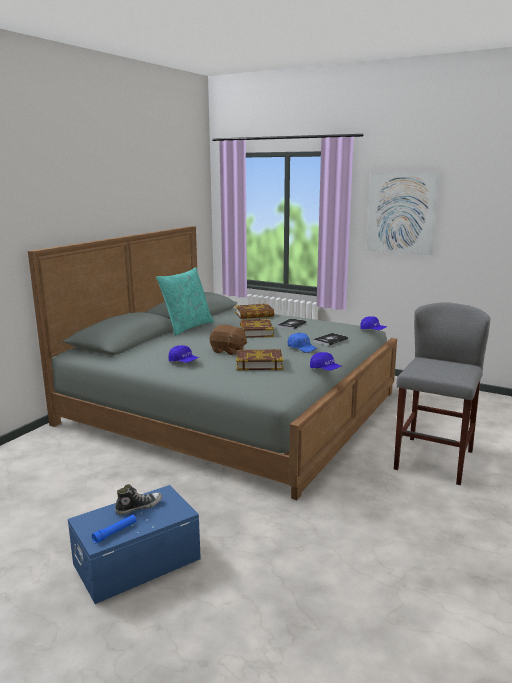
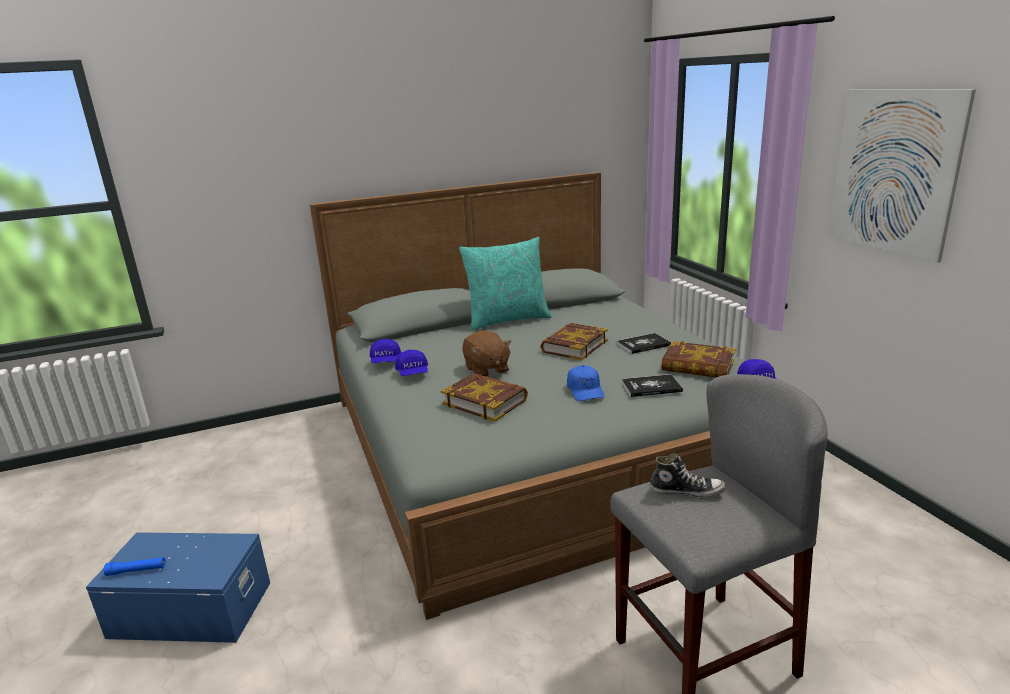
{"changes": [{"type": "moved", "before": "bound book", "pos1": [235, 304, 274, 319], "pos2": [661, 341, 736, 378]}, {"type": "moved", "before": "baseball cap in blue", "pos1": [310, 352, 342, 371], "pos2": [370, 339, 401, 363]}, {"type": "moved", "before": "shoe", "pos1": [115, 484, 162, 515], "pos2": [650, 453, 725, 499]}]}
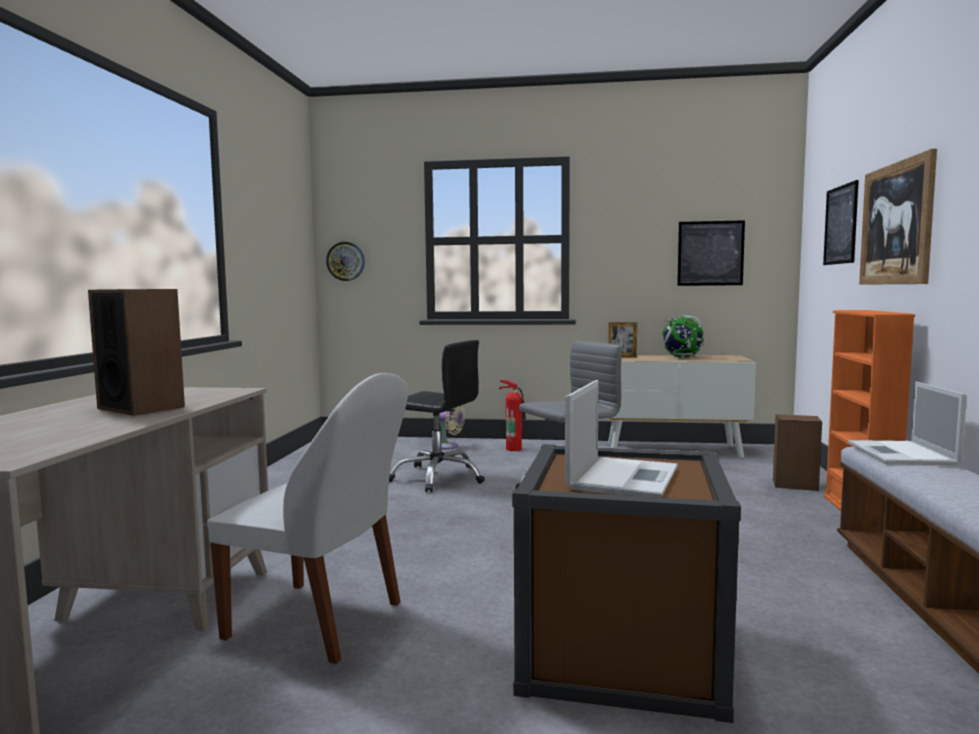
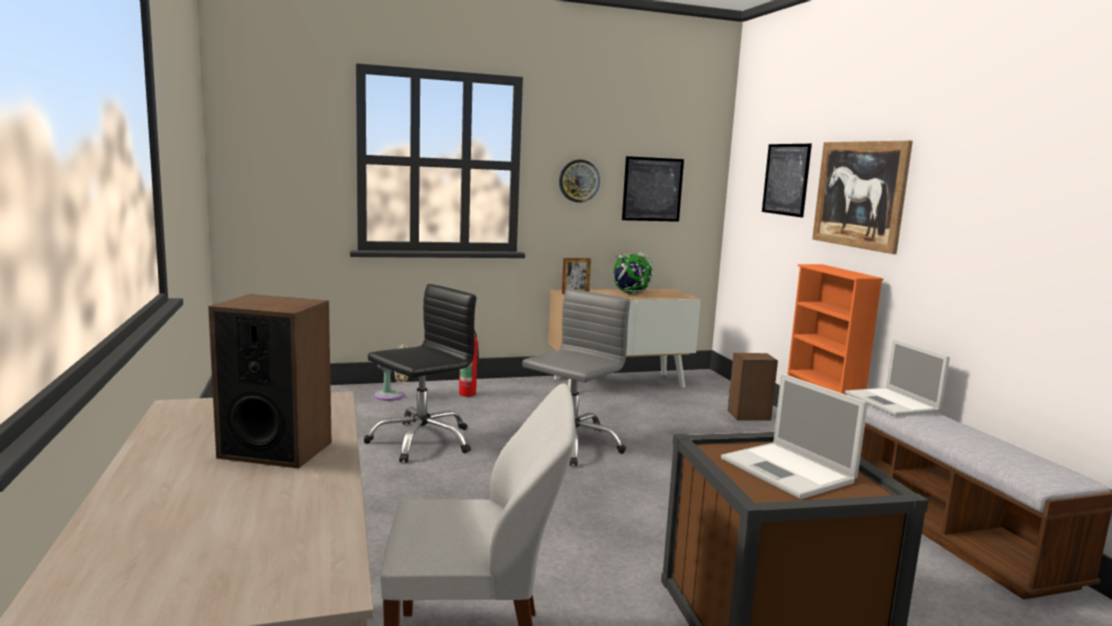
{"changes": [{"type": "moved", "before": "wall clock", "pos1": [326, 242, 365, 281], "pos2": [559, 159, 600, 203]}, {"type": "turned", "before": "computer chair in black-coloured", "pos1": [389, 340, 485, 492], "pos2": [364, 284, 477, 463], "turn": -45}, {"type": "turned", "before": "portable computer", "pos1": [565, 380, 678, 498], "pos2": [721, 374, 868, 499], "turn": 150}]}
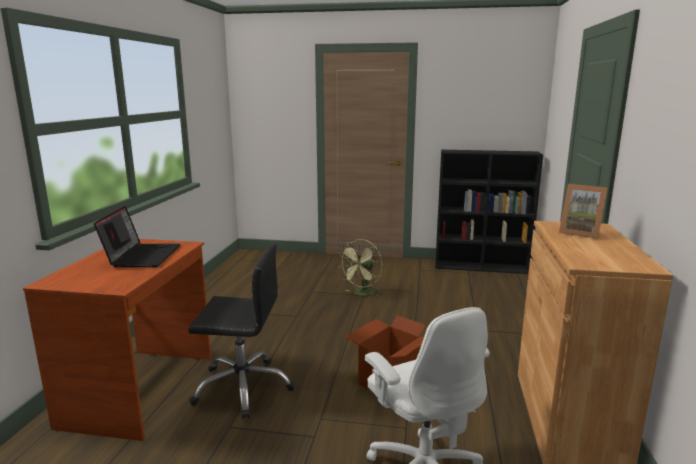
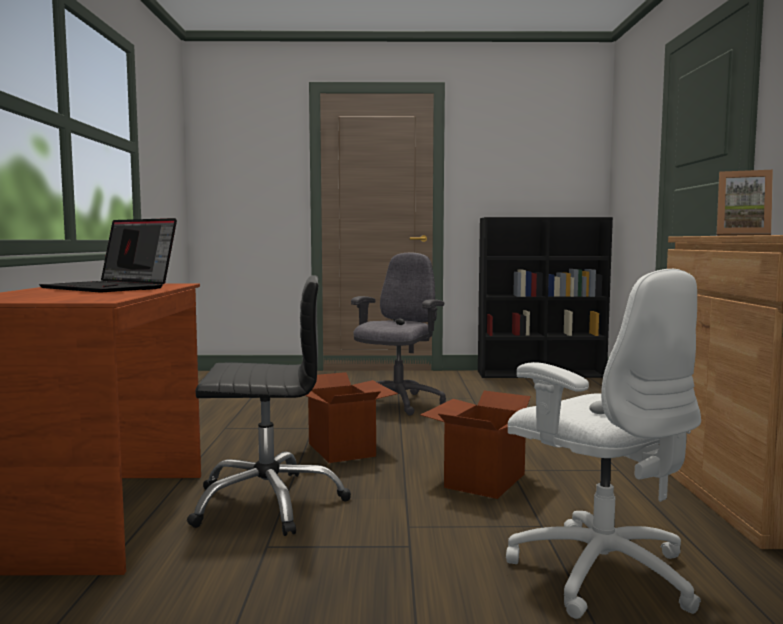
{"changes": [{"type": "turned", "before": "portable computer", "pos1": [94, 206, 180, 267], "pos2": [39, 218, 177, 292], "turn": 135}, {"type": "replaced", "before": "cooling fan in green", "after": "computer chair in grey", "pos1": [338, 239, 383, 298], "pos2": [351, 253, 446, 416]}, {"type": "added", "after": "cardboard box", "pos2": [305, 372, 398, 463]}]}
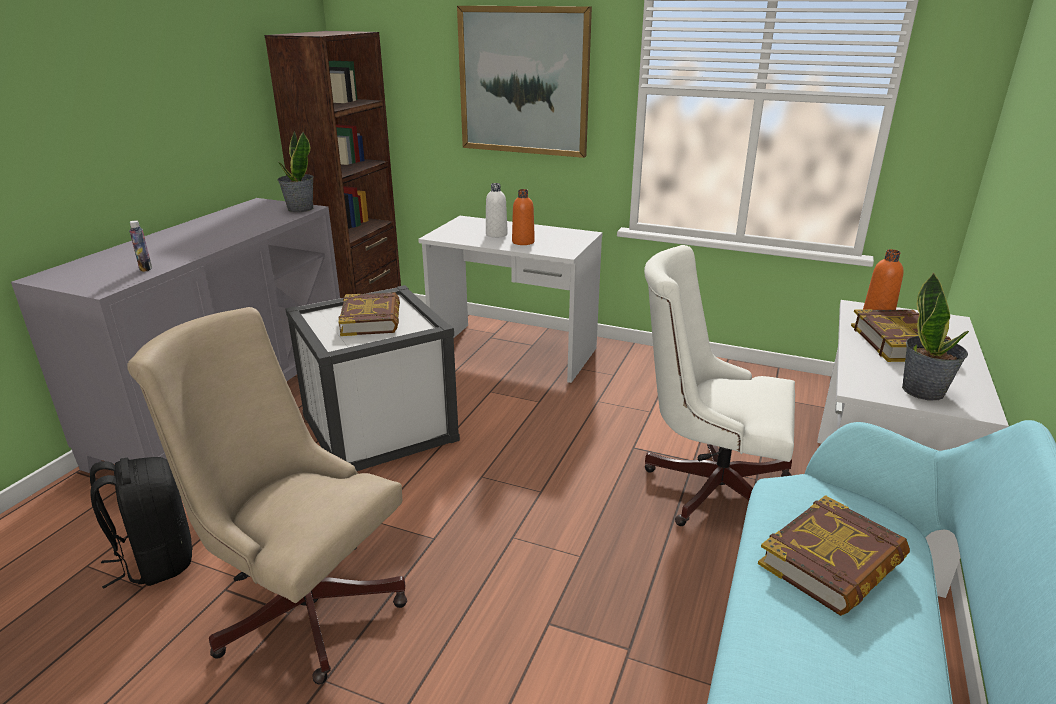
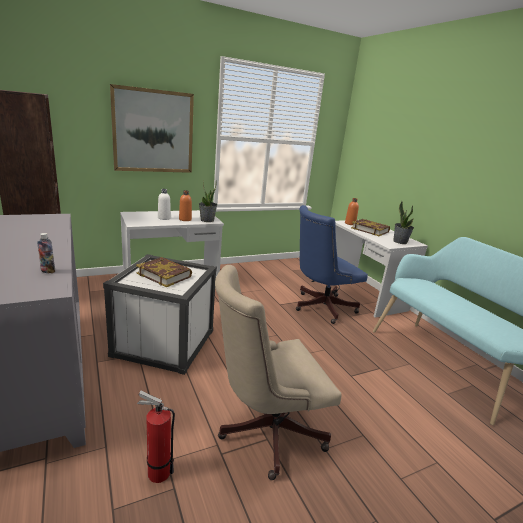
{"changes": [{"type": "moved", "before": "potted plant", "pos1": [277, 131, 314, 212], "pos2": [199, 180, 217, 222]}, {"type": "recoloured", "before": "computer chair in whitish", "after": "computer chair in blue", "pos1": [644, 245, 795, 526], "pos2": [296, 205, 368, 324]}, {"type": "replaced", "before": "backpack in black-coloured", "after": "fire-fighting cylinder", "pos1": [90, 457, 193, 589], "pos2": [137, 391, 175, 483]}, {"type": "removed", "before": "bound book", "pos1": [758, 495, 910, 616]}]}
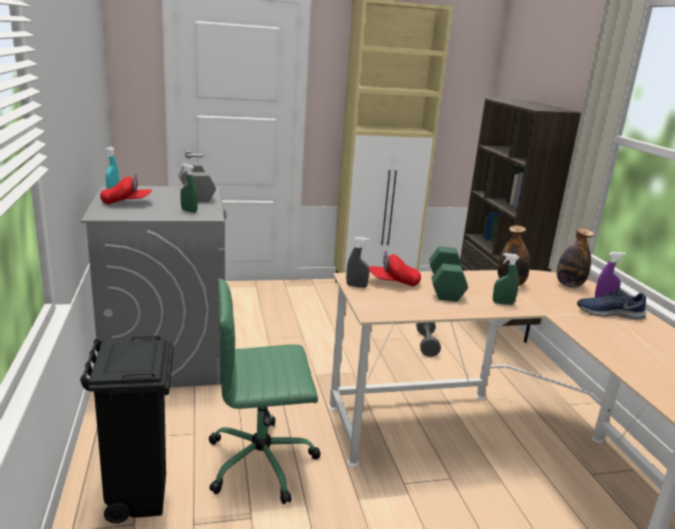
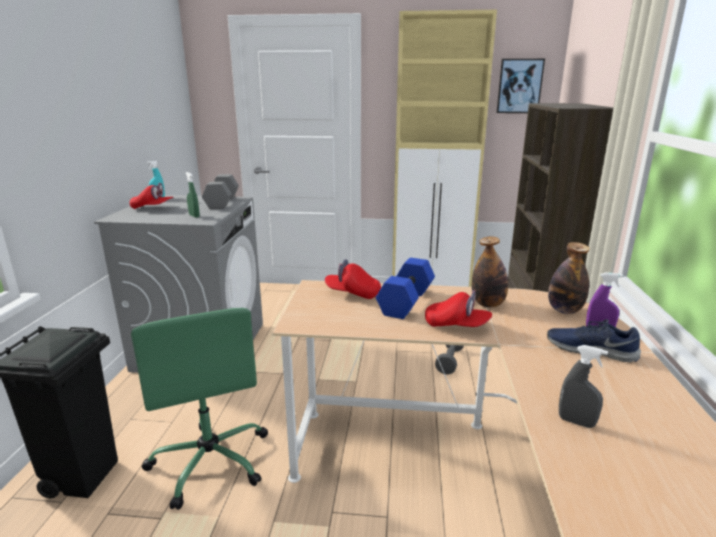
{"changes": [{"type": "moved", "before": "sprayer in grey", "pos1": [346, 237, 370, 288], "pos2": [559, 345, 608, 428]}, {"type": "recoloured", "before": "dumbbell in green", "after": "dumbbell in blue", "pos1": [429, 246, 468, 302], "pos2": [376, 258, 435, 319]}, {"type": "replaced", "before": "sprayer in green", "after": "baseball cap in reddish", "pos1": [493, 253, 520, 305], "pos2": [425, 290, 492, 327]}, {"type": "turned", "before": "computer chair in green", "pos1": [209, 278, 321, 504], "pos2": [131, 308, 268, 510], "turn": -120}, {"type": "added", "after": "wall picture", "pos2": [497, 59, 545, 113]}]}
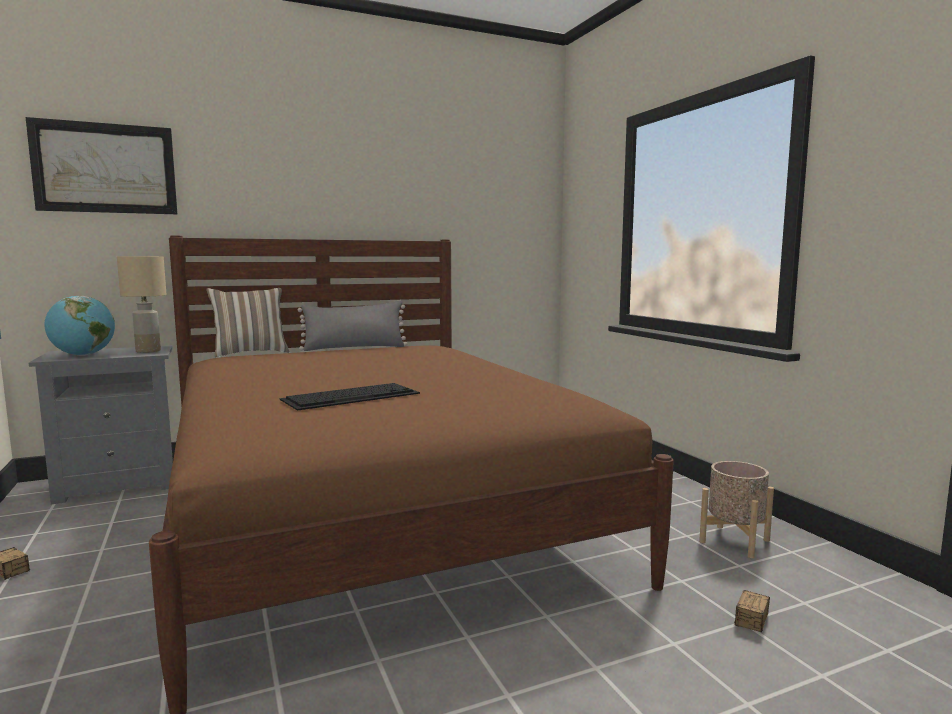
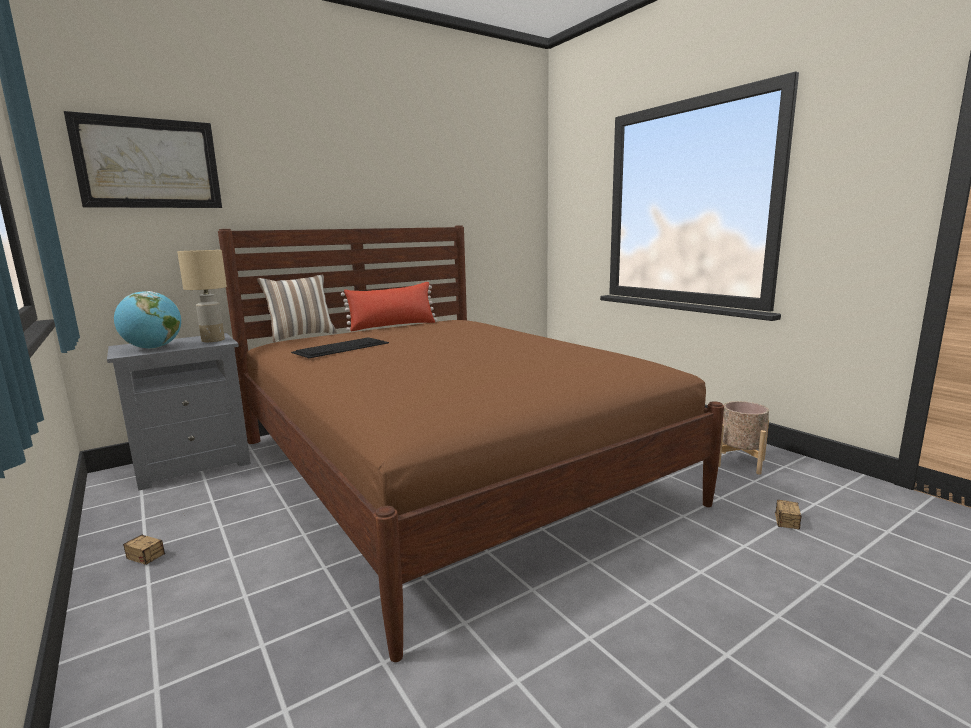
{"changes": [{"type": "recoloured", "before": "pillow in grey", "after": "pillow in reddish", "pos1": [298, 300, 408, 351], "pos2": [341, 282, 437, 331]}, {"type": "moved", "before": "keyboard", "pos1": [280, 383, 420, 411], "pos2": [291, 337, 389, 358]}]}
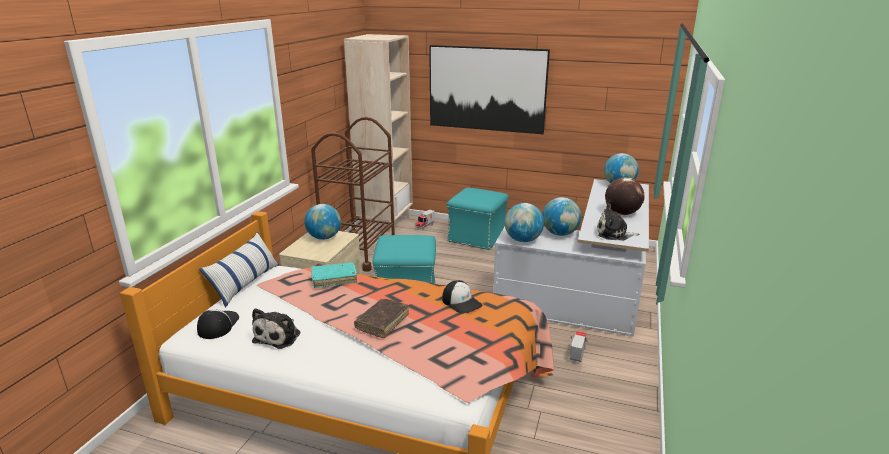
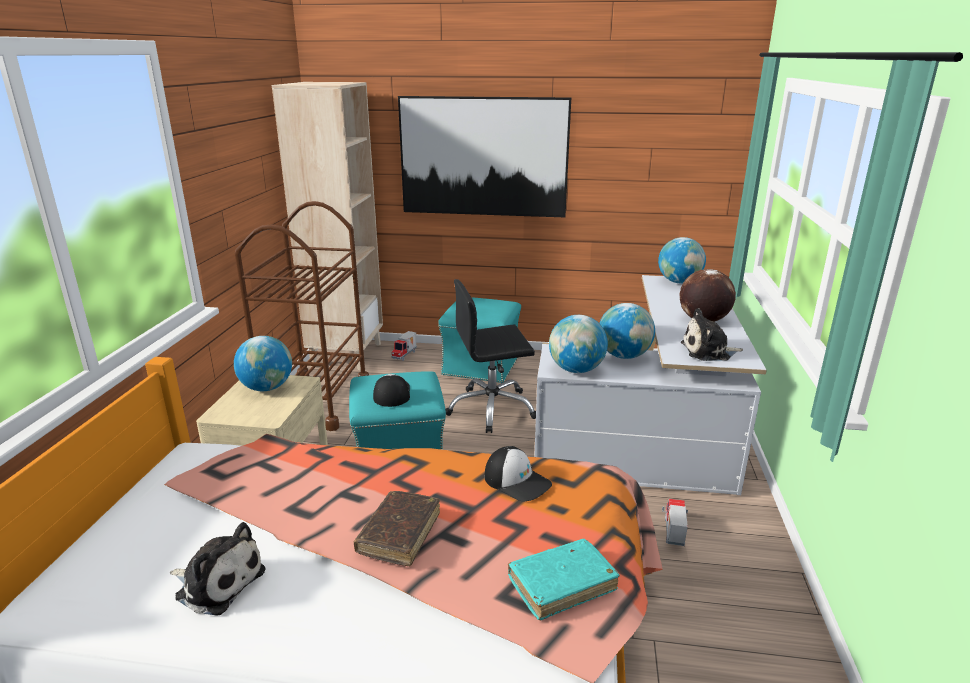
{"changes": [{"type": "removed", "before": "pillow", "pos1": [199, 232, 279, 307]}, {"type": "moved", "before": "bound book in turquoise-coloured", "pos1": [311, 263, 358, 288], "pos2": [508, 539, 620, 620]}, {"type": "turned", "before": "soft toy", "pos1": [252, 308, 300, 349], "pos2": [169, 522, 266, 616], "turn": -75}, {"type": "moved", "before": "baseball cap", "pos1": [197, 309, 239, 339], "pos2": [373, 374, 410, 407]}, {"type": "added", "after": "computer chair in black-coloured", "pos2": [445, 279, 536, 433]}]}
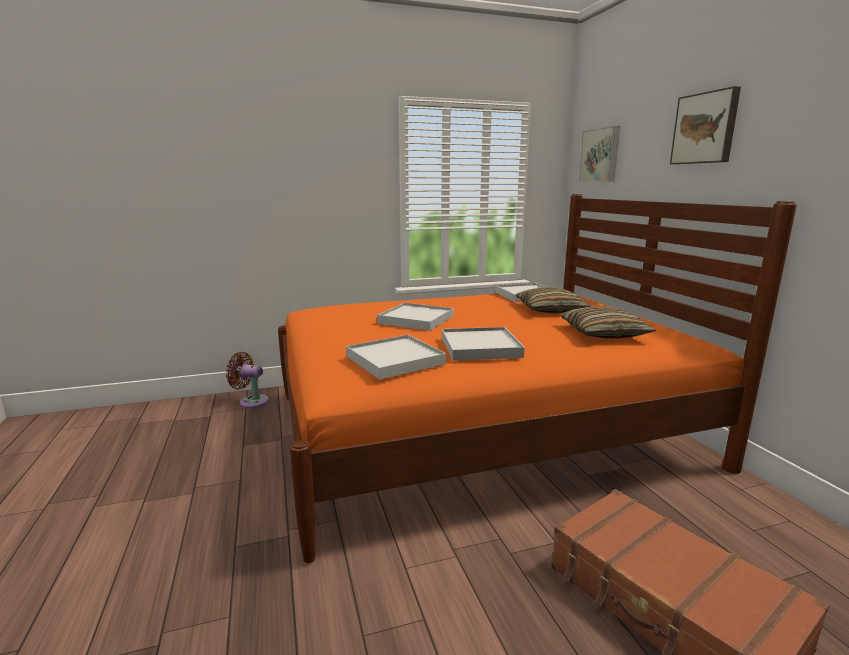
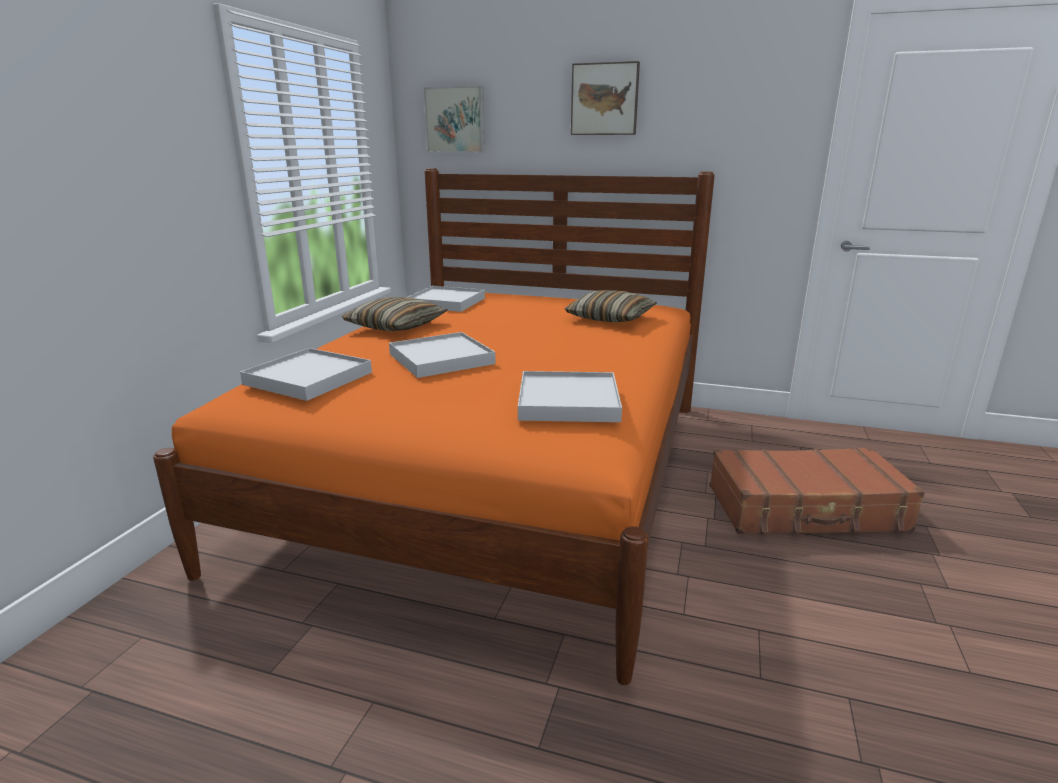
{"changes": [{"type": "moved", "before": "pillow", "pos1": [516, 287, 591, 313], "pos2": [342, 297, 448, 331]}, {"type": "moved", "before": "carrying tray in whitish", "pos1": [442, 327, 525, 361], "pos2": [240, 348, 372, 401]}, {"type": "removed", "before": "cooling fan in brown-coloured", "pos1": [226, 352, 269, 408]}]}
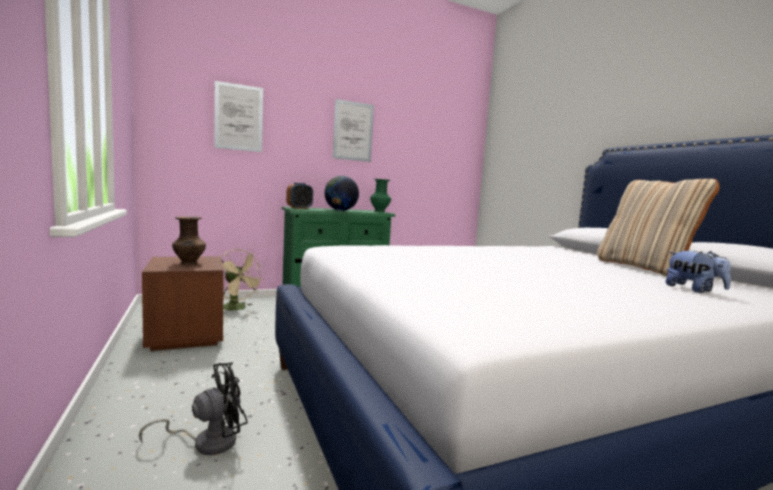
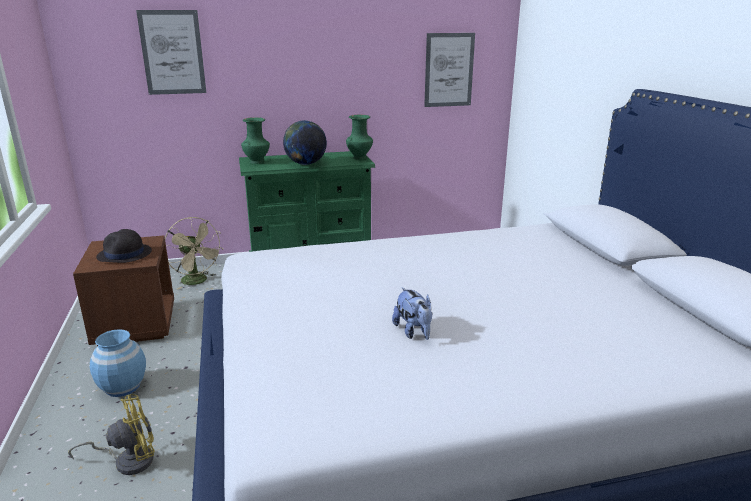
{"changes": [{"type": "moved", "before": "wall picture", "pos1": [333, 99, 374, 162], "pos2": [424, 33, 475, 107]}, {"type": "removed", "before": "pillow in beige", "pos1": [597, 179, 720, 276]}, {"type": "replaced", "before": "table clock", "after": "flower vase in green", "pos1": [286, 183, 313, 209], "pos2": [241, 117, 270, 164]}, {"type": "replaced", "before": "flower vase in brown-coloured", "after": "wearable hat in black-coloured", "pos1": [172, 216, 206, 265], "pos2": [96, 229, 152, 263]}, {"type": "moved", "before": "soft toy", "pos1": [666, 251, 731, 293], "pos2": [392, 287, 432, 340]}, {"type": "recoloured", "before": "cooling fan in black-coloured", "after": "cooling fan in yellow-coloured", "pos1": [139, 362, 248, 455], "pos2": [68, 394, 155, 475]}, {"type": "added", "after": "flower vase in blue", "pos2": [90, 329, 146, 397]}]}
